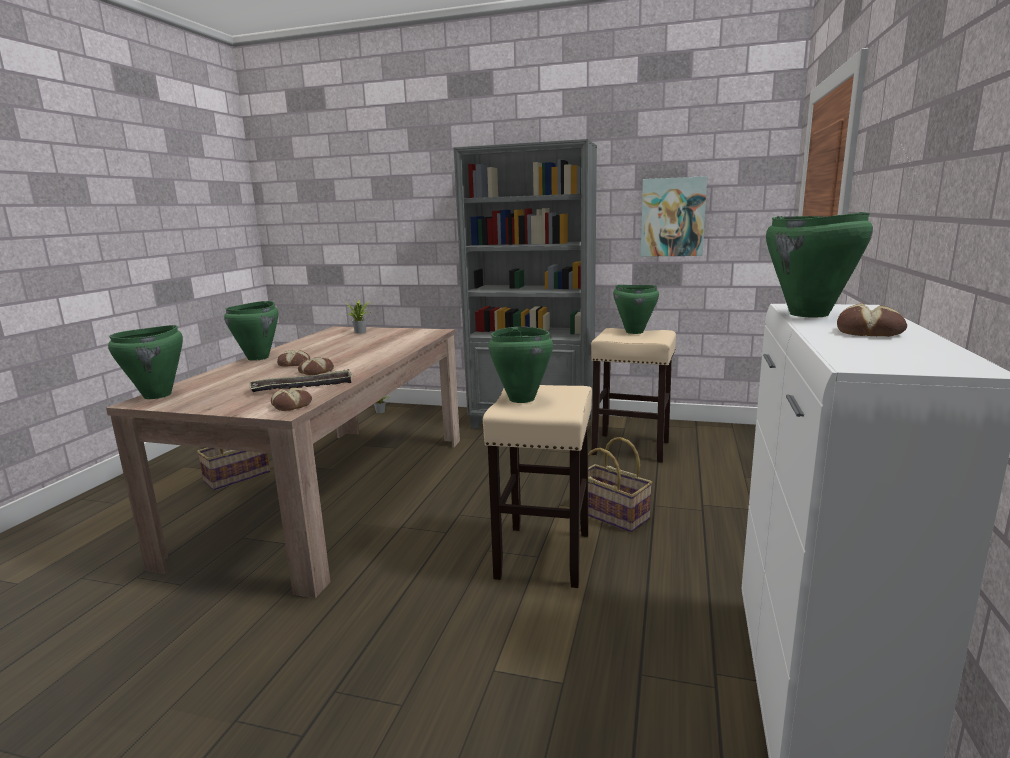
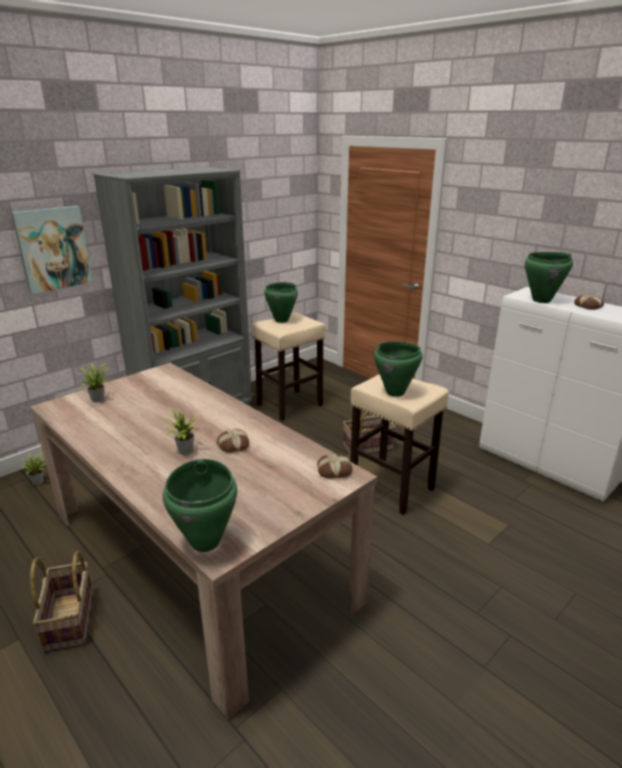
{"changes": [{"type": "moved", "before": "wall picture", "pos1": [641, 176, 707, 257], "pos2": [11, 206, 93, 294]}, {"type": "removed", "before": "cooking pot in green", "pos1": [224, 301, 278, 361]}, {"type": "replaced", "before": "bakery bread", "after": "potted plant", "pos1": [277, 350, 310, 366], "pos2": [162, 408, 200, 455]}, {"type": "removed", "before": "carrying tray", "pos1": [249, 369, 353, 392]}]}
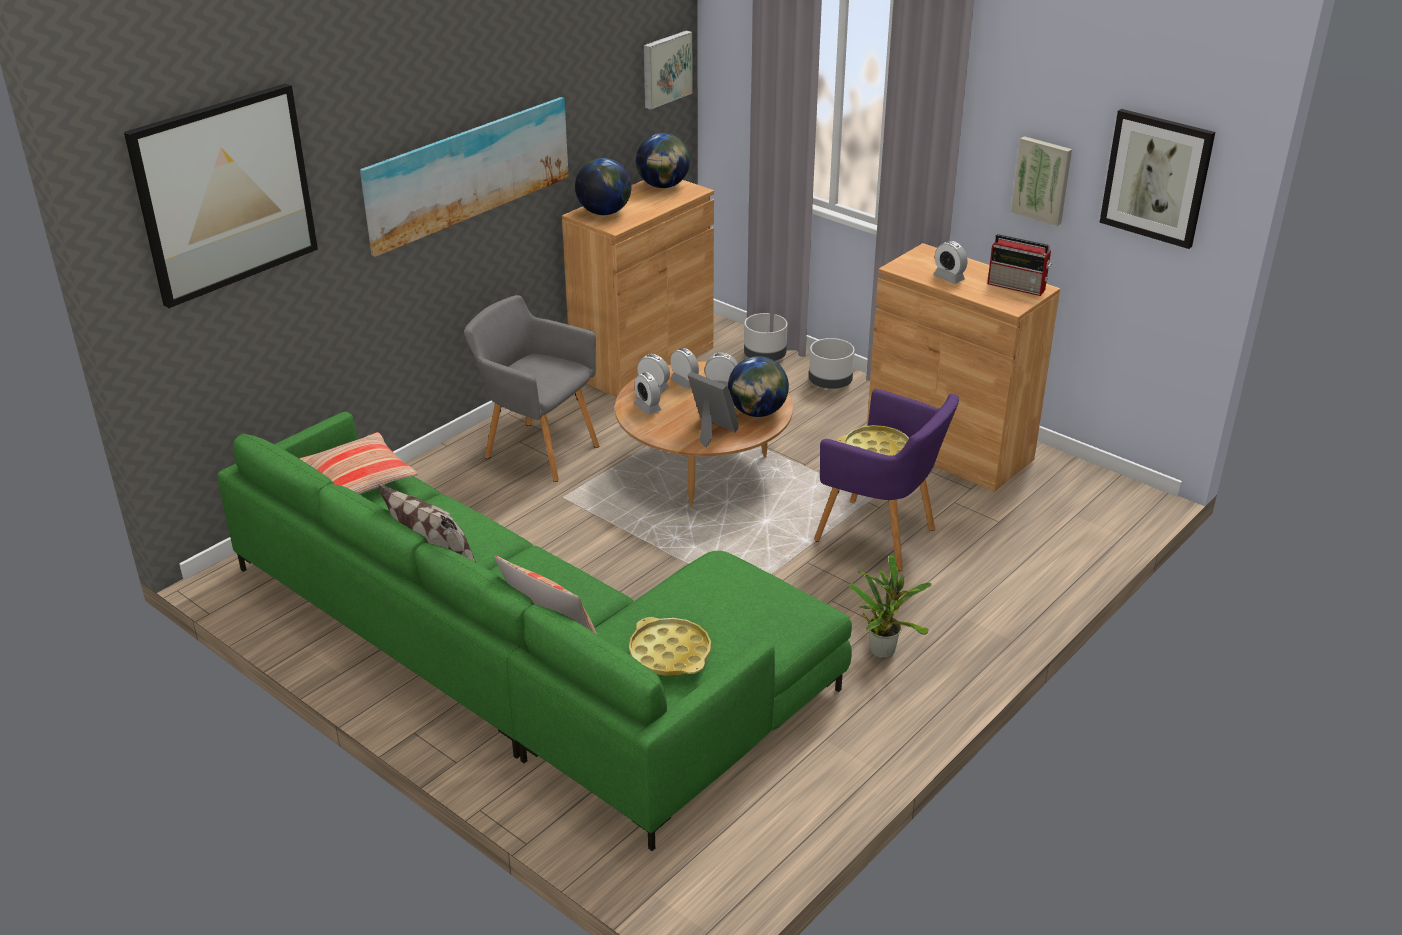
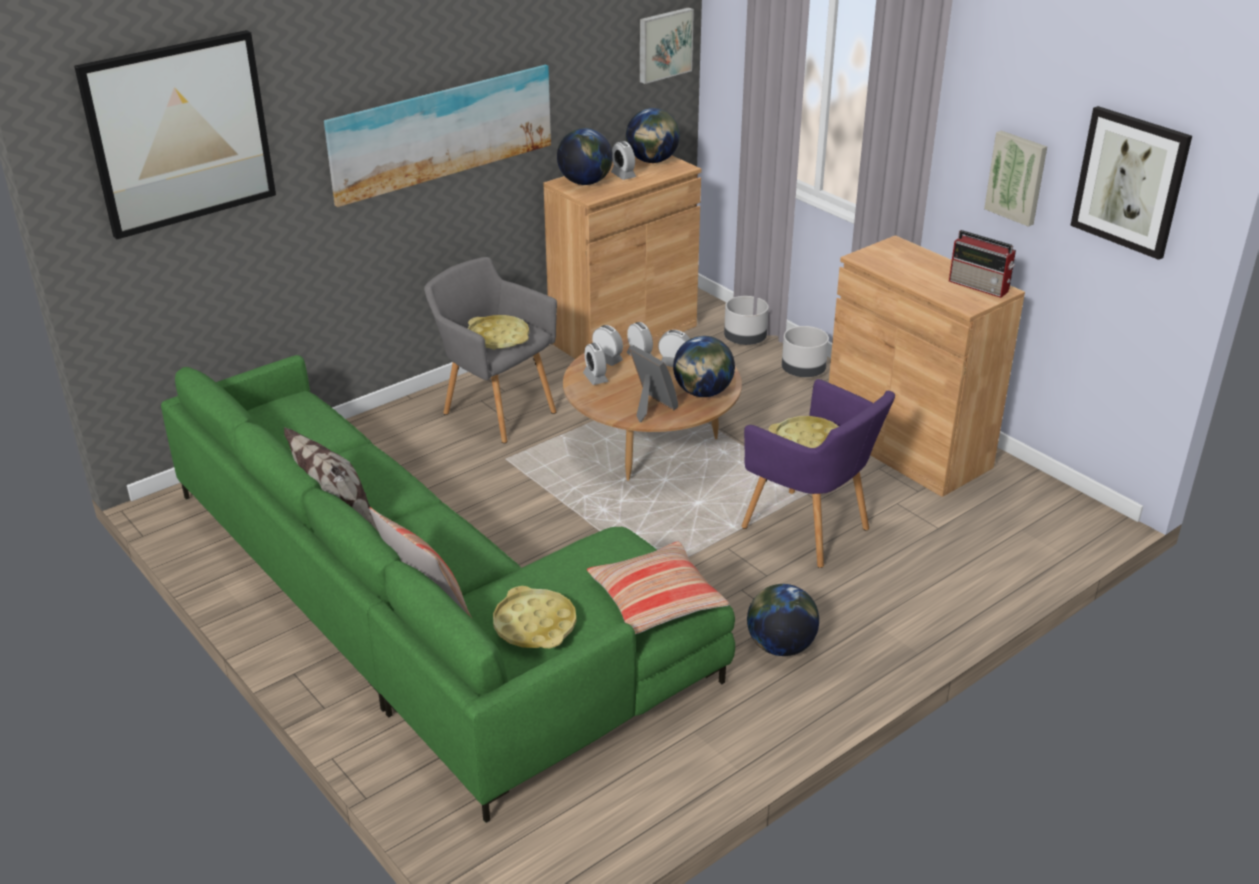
{"changes": [{"type": "moved", "before": "table clock", "pos1": [933, 241, 967, 284], "pos2": [611, 141, 636, 180]}, {"type": "moved", "before": "pillow", "pos1": [299, 432, 418, 494], "pos2": [587, 542, 729, 634]}, {"type": "replaced", "before": "potted plant", "after": "globe", "pos1": [849, 554, 932, 659], "pos2": [747, 584, 819, 656]}, {"type": "added", "after": "carrying tray in yellow-coloured", "pos2": [468, 315, 529, 350]}]}
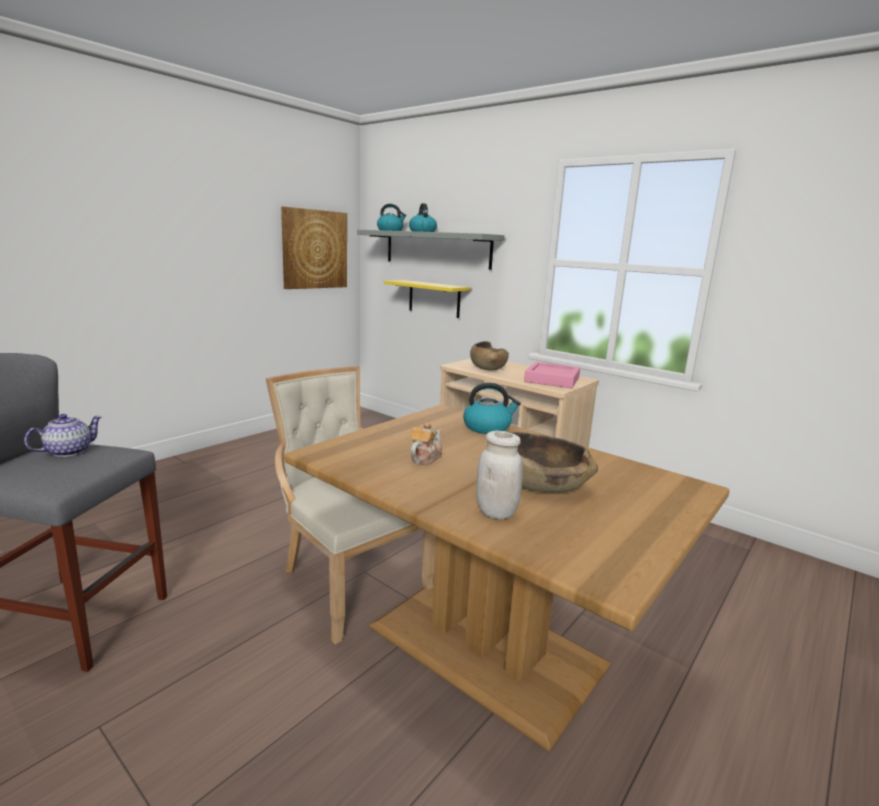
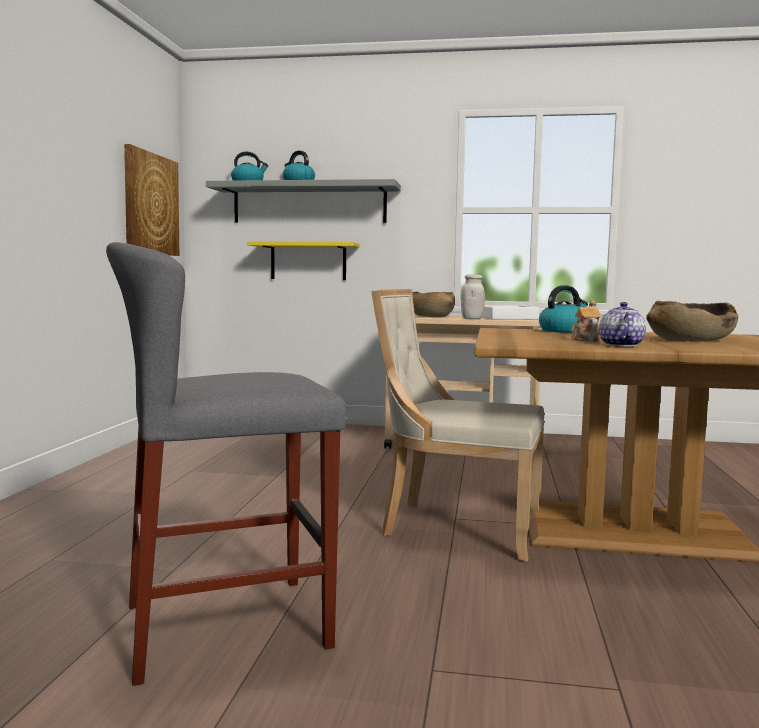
{"changes": [{"type": "recoloured", "before": "carrying tray in pinkish", "after": "carrying tray in whitish", "pos1": [524, 362, 580, 388], "pos2": [482, 305, 539, 320]}, {"type": "moved", "before": "tea pot", "pos1": [24, 414, 102, 457], "pos2": [599, 302, 646, 347]}, {"type": "moved", "before": "jar in whitish", "pos1": [476, 430, 523, 519], "pos2": [461, 274, 485, 319]}]}
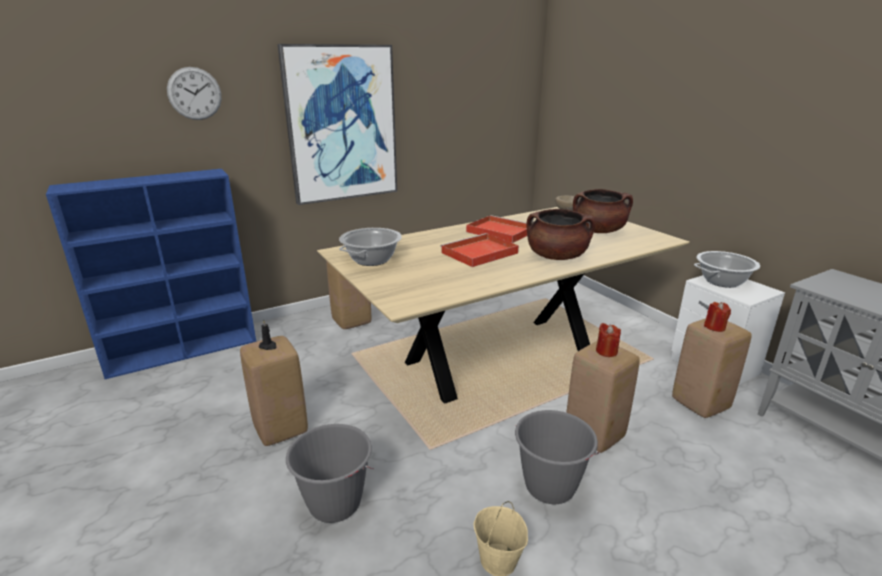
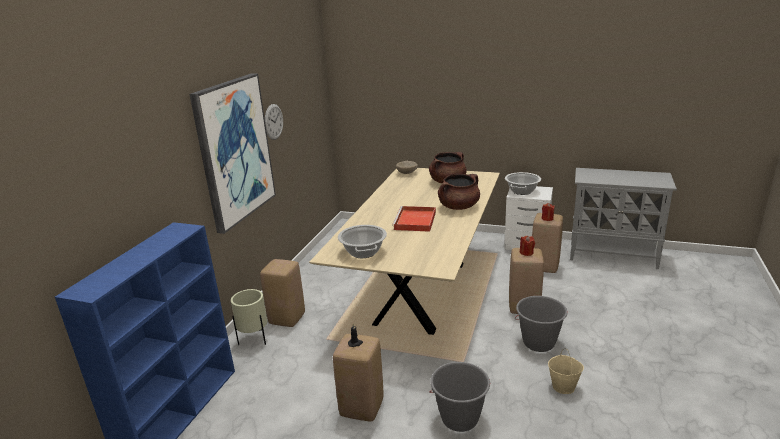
{"changes": [{"type": "moved", "before": "wall clock", "pos1": [167, 67, 222, 120], "pos2": [265, 104, 283, 140]}, {"type": "removed", "before": "carrying tray in reddish", "pos1": [466, 215, 527, 243]}, {"type": "added", "after": "plant pot in beige", "pos2": [231, 289, 267, 345]}]}
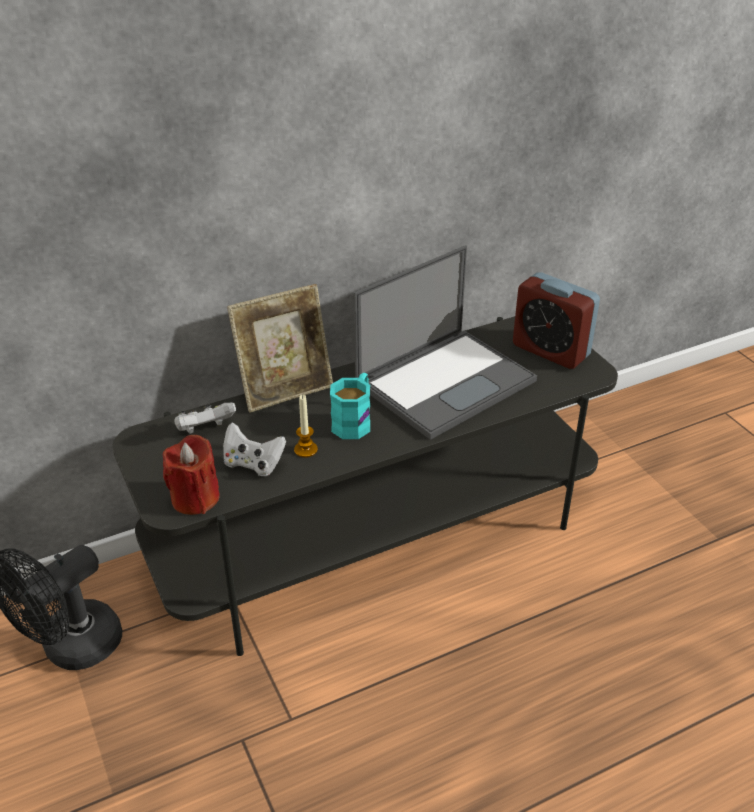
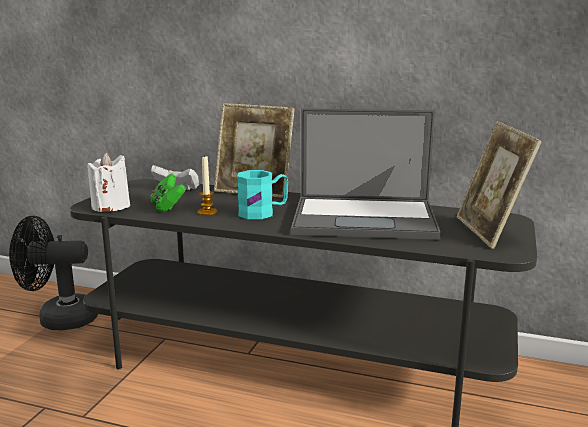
{"changes": [{"type": "replaced", "before": "table clock", "after": "photo frame", "pos1": [513, 272, 600, 369], "pos2": [457, 121, 542, 249]}, {"type": "recoloured", "before": "joypad in whitish", "after": "joypad in green", "pos1": [223, 423, 286, 476], "pos2": [150, 173, 186, 212]}, {"type": "recoloured", "before": "wax candle in reddish", "after": "wax candle in whitish", "pos1": [163, 435, 220, 515], "pos2": [87, 152, 130, 212]}]}
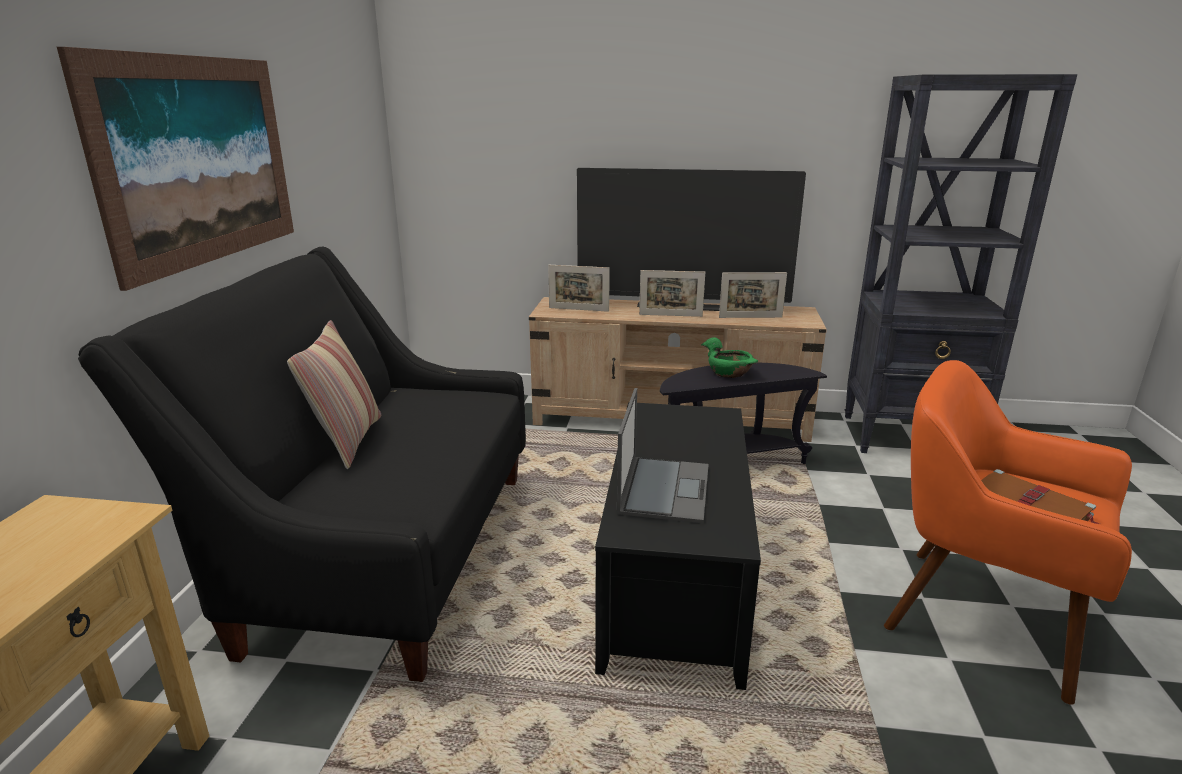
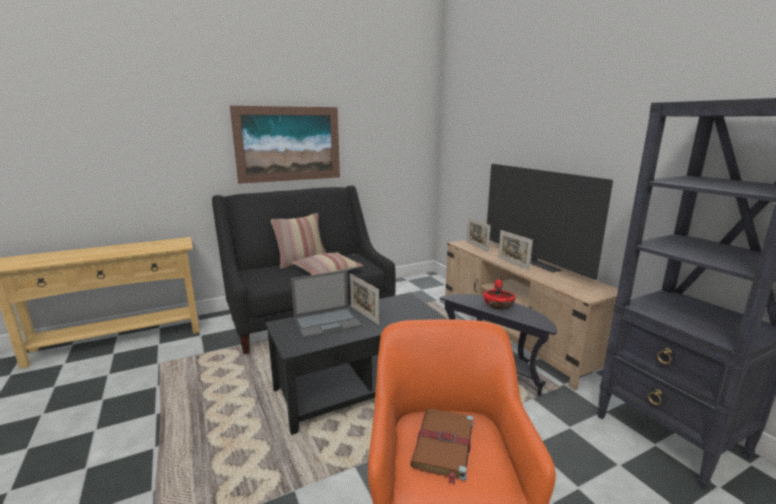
{"changes": [{"type": "moved", "before": "photo frame", "pos1": [719, 272, 787, 318], "pos2": [350, 274, 379, 325]}, {"type": "recoloured", "before": "bowl in green", "after": "bowl in reddish", "pos1": [701, 337, 758, 378], "pos2": [483, 280, 516, 310]}, {"type": "added", "after": "pillow", "pos2": [292, 252, 363, 275]}]}
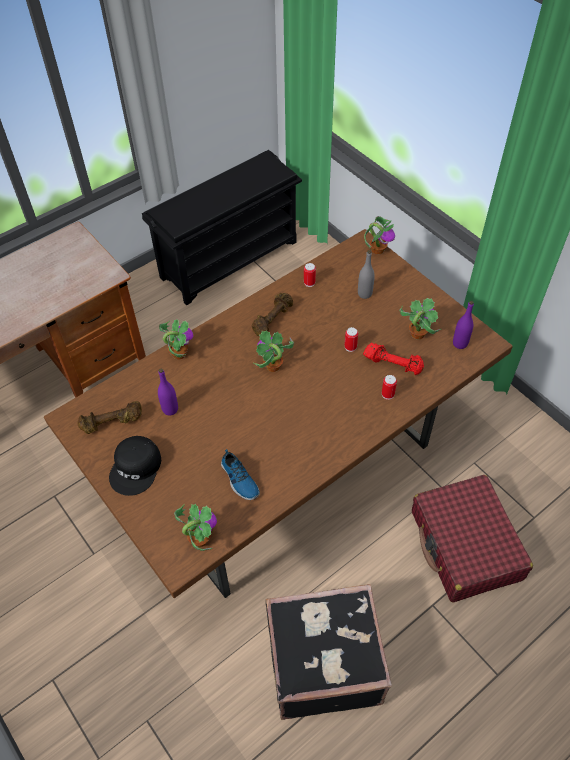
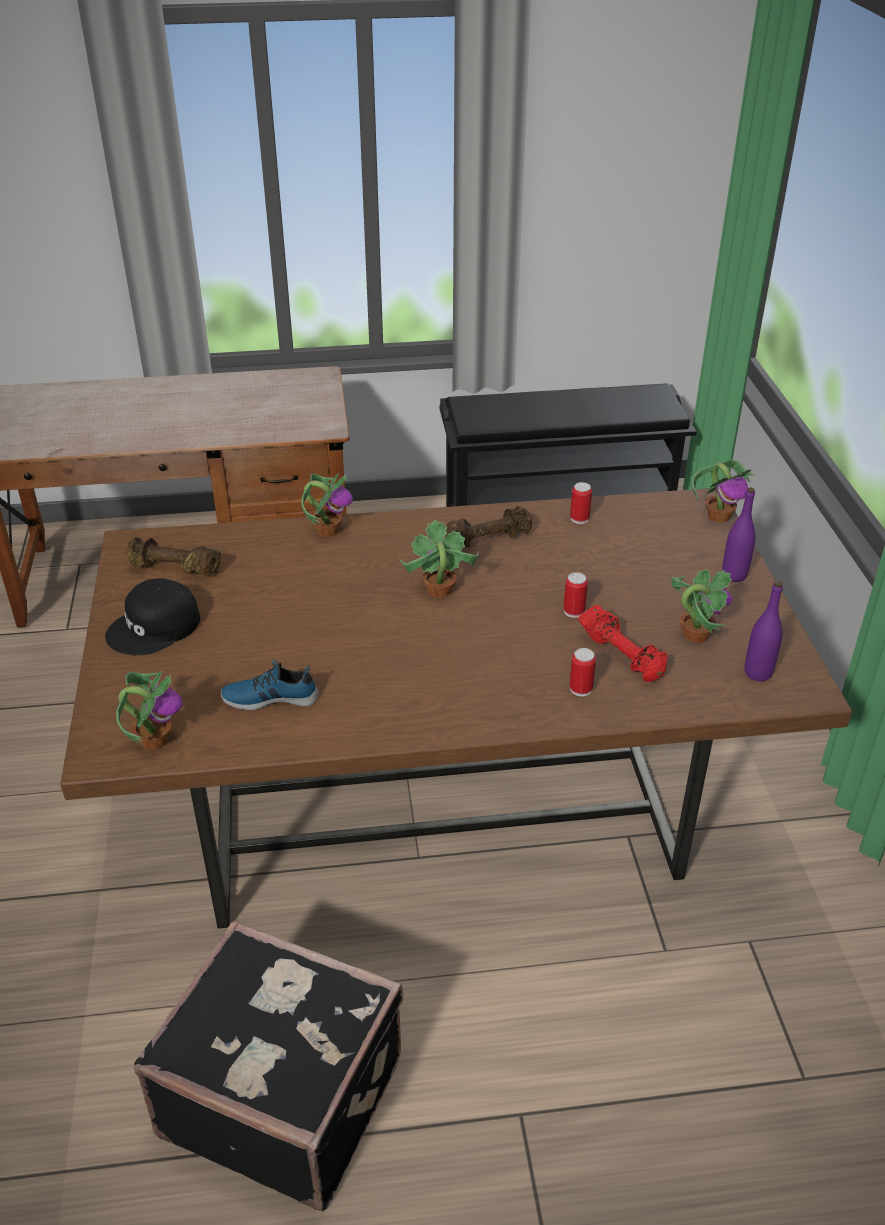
{"changes": [{"type": "removed", "before": "bottle in grey", "pos1": [358, 250, 375, 299]}, {"type": "moved", "before": "bottle in purple", "pos1": [158, 369, 178, 415], "pos2": [722, 488, 756, 582]}, {"type": "turned", "before": "shoe", "pos1": [221, 449, 260, 500], "pos2": [221, 660, 319, 710], "turn": 90}, {"type": "removed", "before": "travel case in reddish", "pos1": [412, 475, 533, 602]}]}
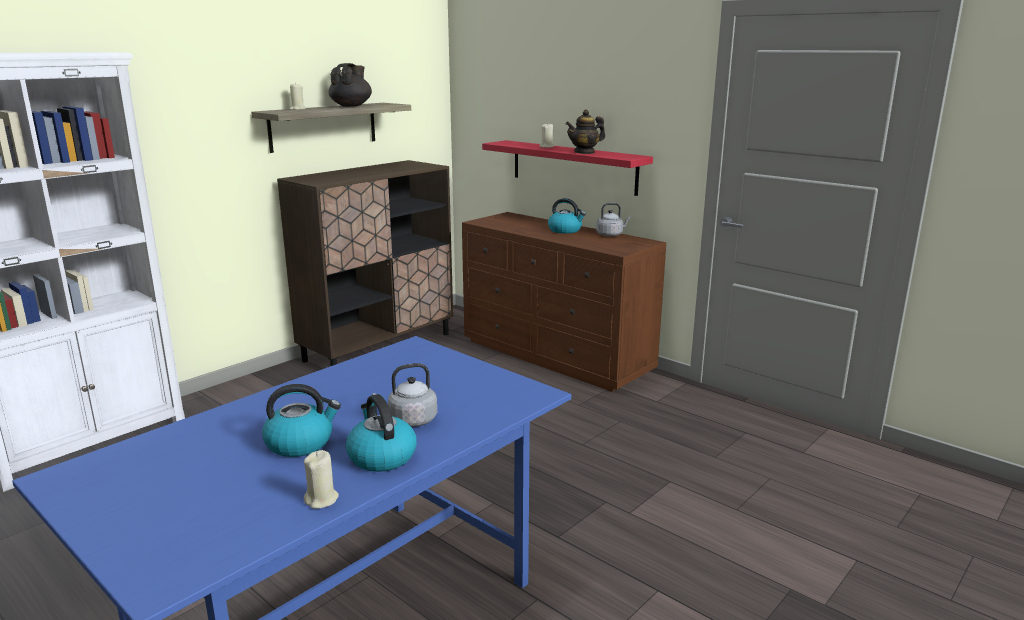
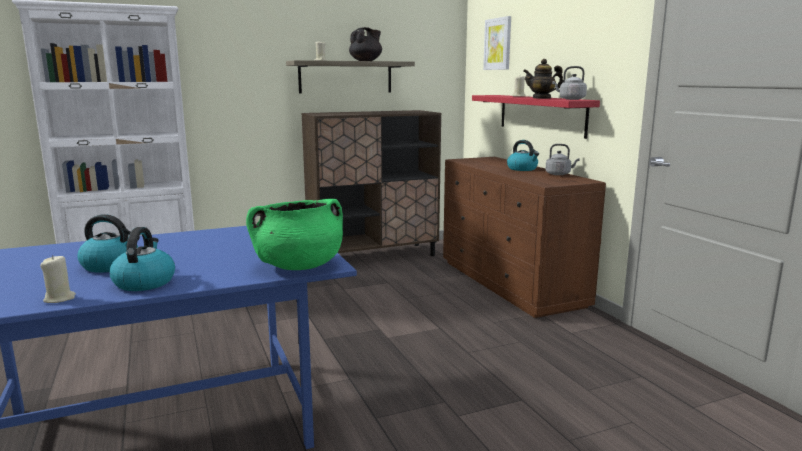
{"changes": [{"type": "moved", "before": "water kettle in grey", "pos1": [372, 363, 437, 427], "pos2": [552, 66, 587, 100]}, {"type": "added", "after": "wall picture", "pos2": [483, 16, 511, 70]}, {"type": "added", "after": "cooking pot in green", "pos2": [246, 199, 343, 270]}]}
